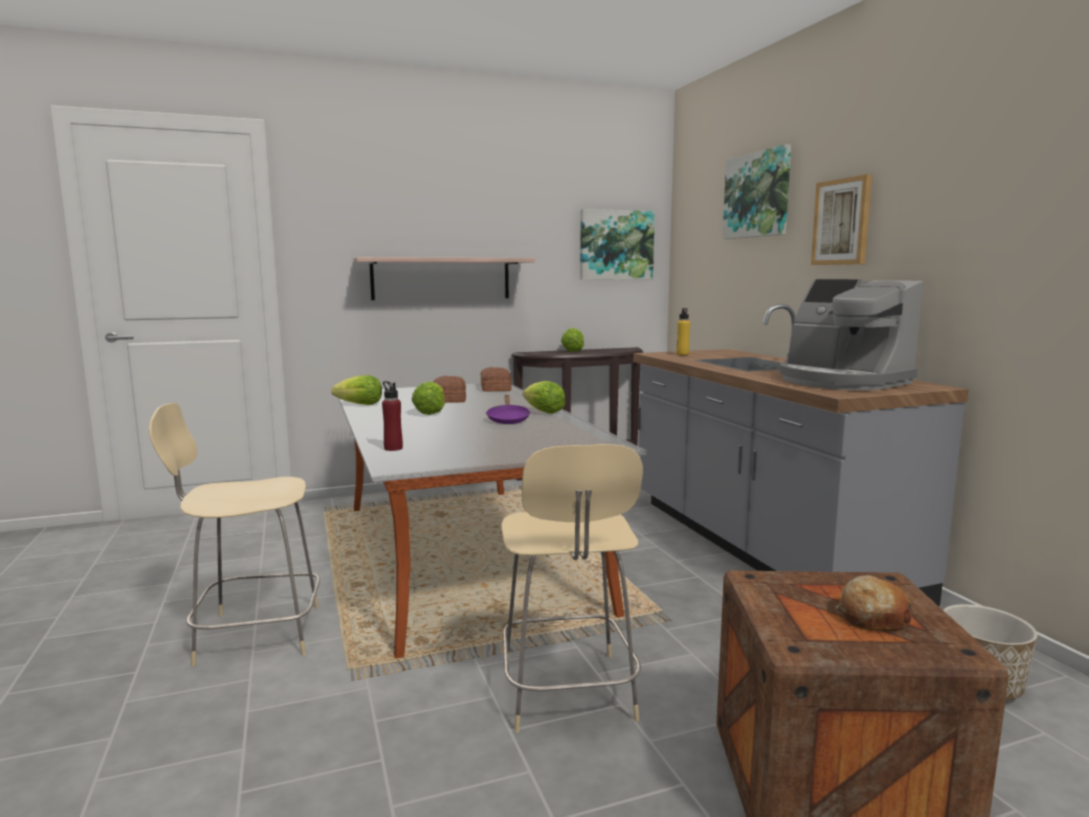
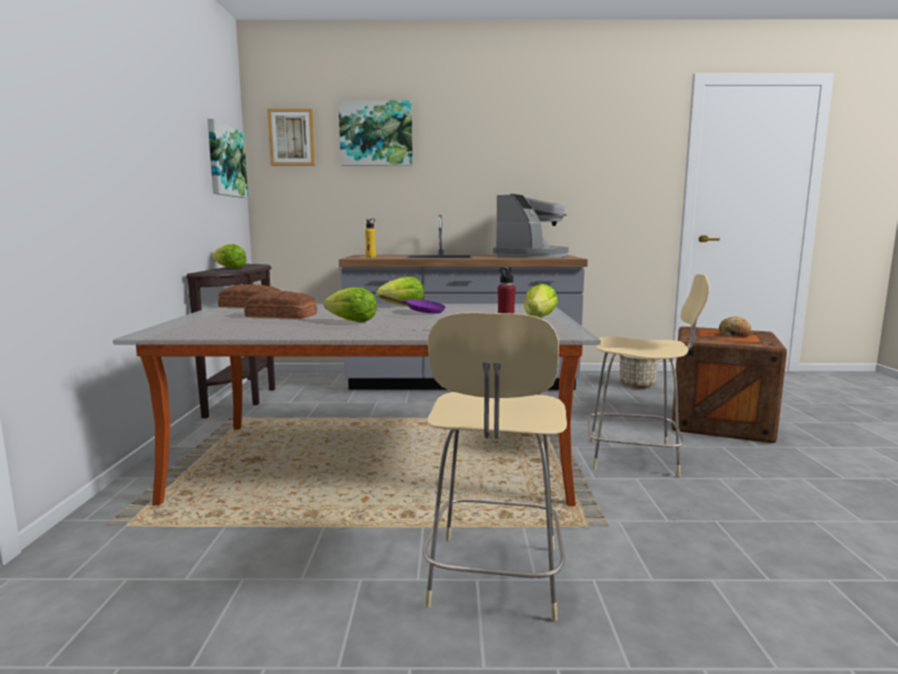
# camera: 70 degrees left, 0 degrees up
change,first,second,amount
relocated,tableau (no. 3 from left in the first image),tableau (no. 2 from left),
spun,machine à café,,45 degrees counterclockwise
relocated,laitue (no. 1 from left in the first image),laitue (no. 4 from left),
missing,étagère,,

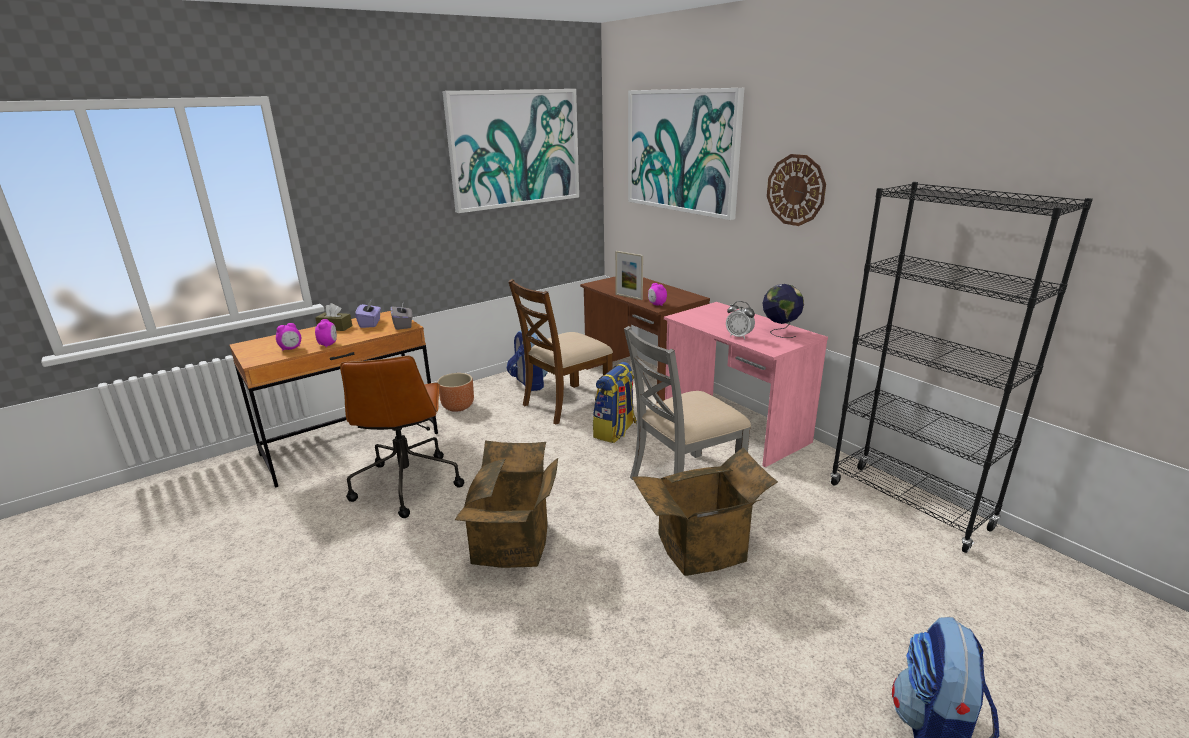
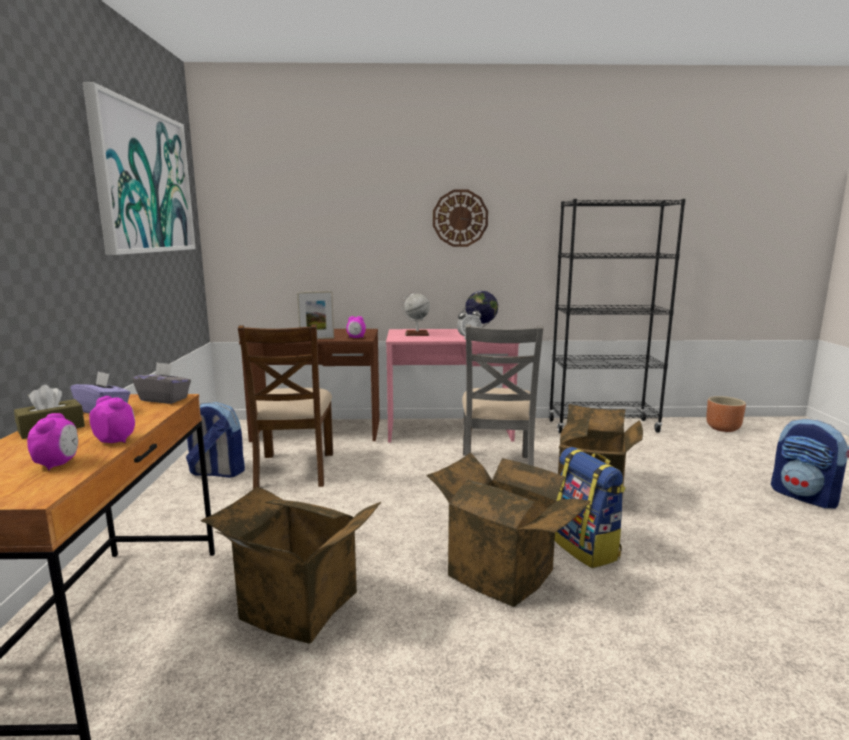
# camera: 55 degrees left, 10 degrees down
change,first,second,amount
exchanged,chaise de bureau (marron),carton (no. 1 from left),
appeared,,globe (no. 1 from left),
relocated,sac à dos (no. 2 from left),,
relocated,cache-pot (marron),,
missing,tableau (no. 2 from left),,

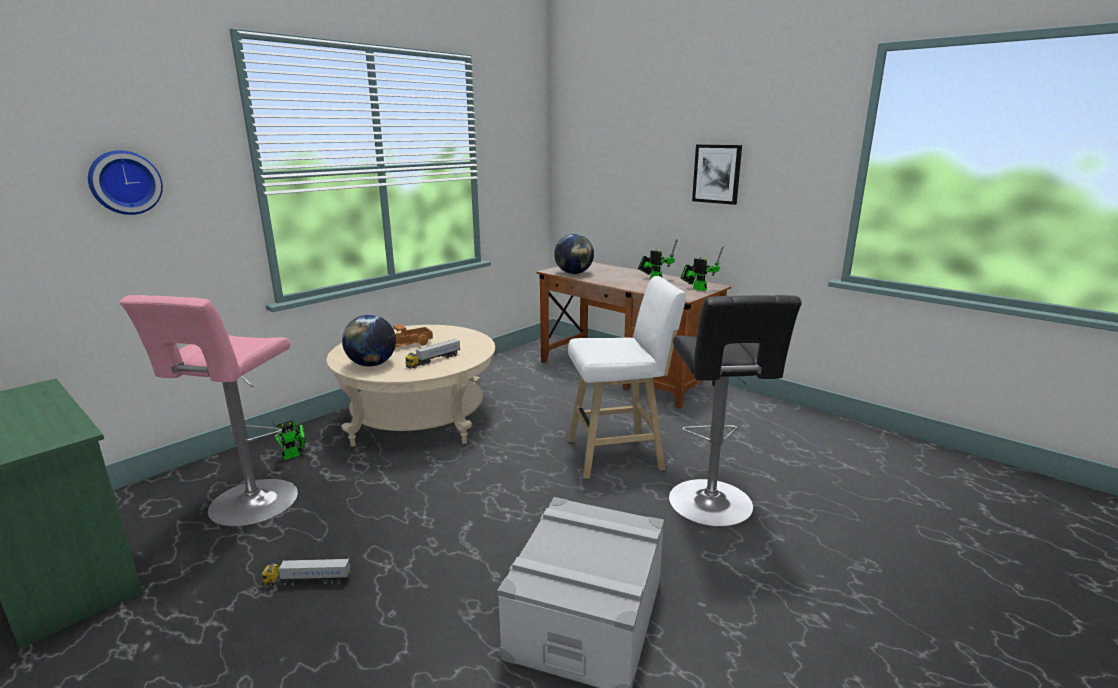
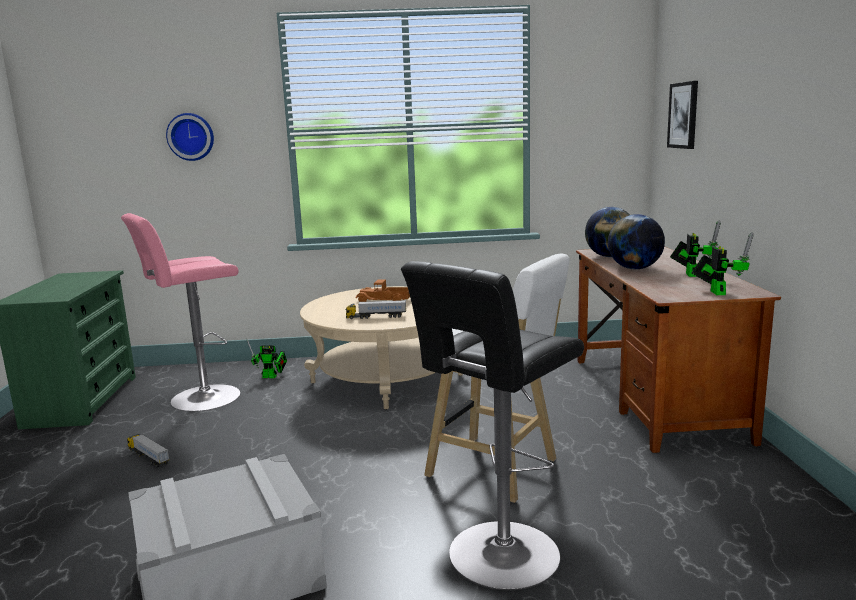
# camera: 45 degrees right, 5 degrees down
change,first,second,amount
relocated,globe (no. 1 from left in the first image),globe (no. 2 from left),
relocated,tableau,,

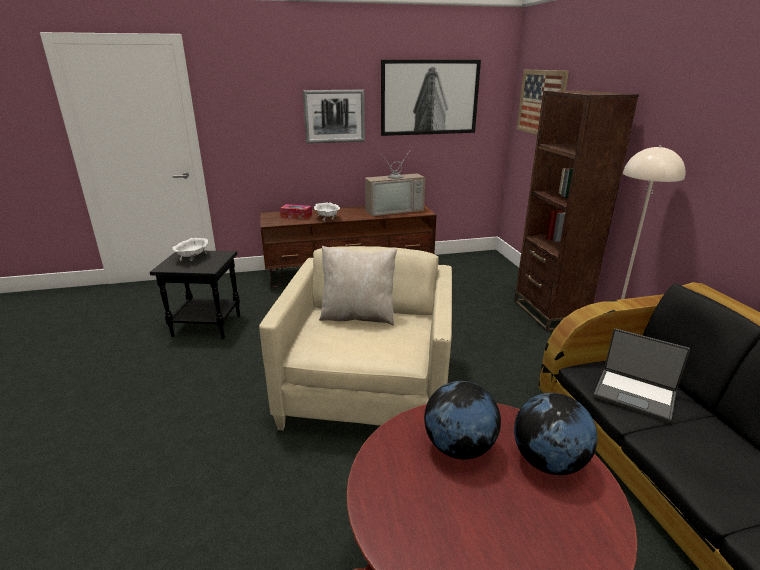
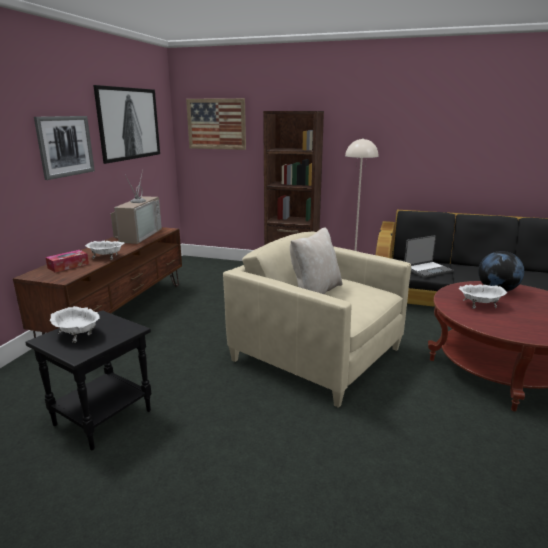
# camera: 60 degrees left, 5 degrees down
change,first,second,amount
exchanged,globe (no. 1 from left),bol (blanc) (no. 3 from left),

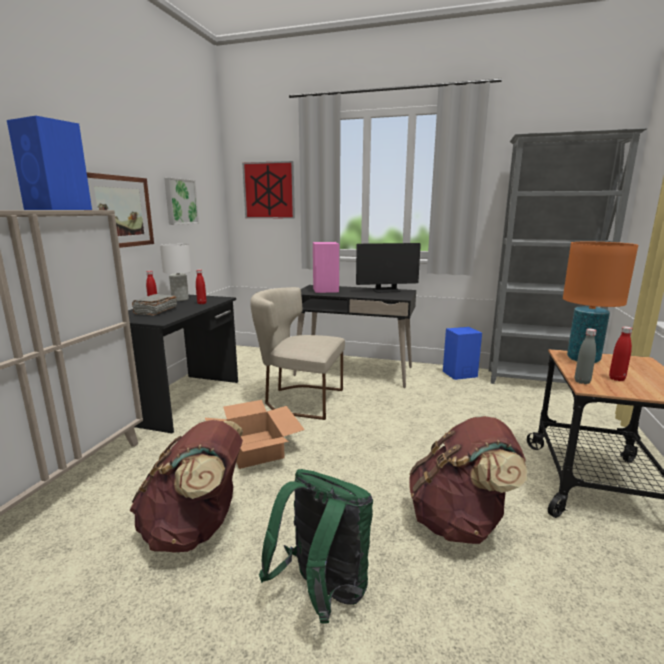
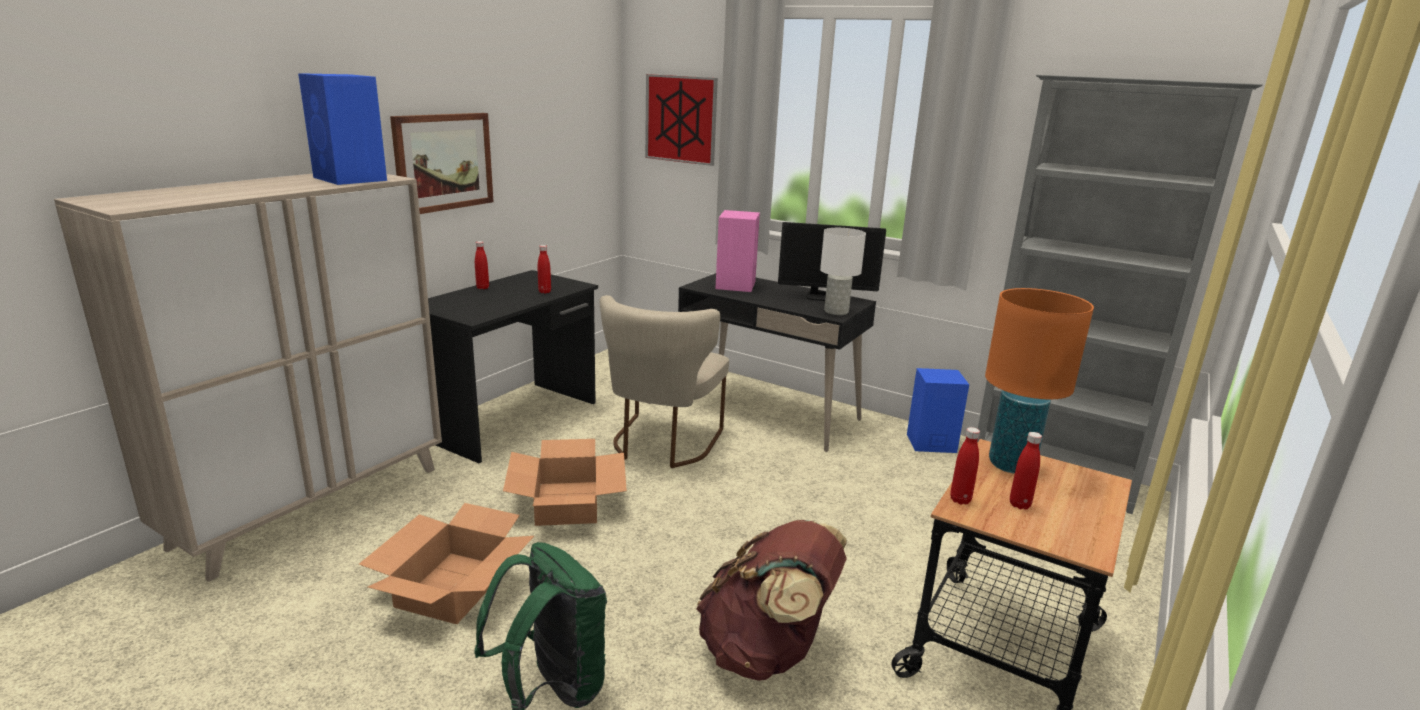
# camera: 15 degrees right, 5 degrees up
change,first,second,amount
exchanged,sac à dos (marron) (no. 1 from left),carton (no. 1 from left),
spun,chaise (beige),,105 degrees counterclockwise
relocated,lampe de table (blanc),,
colour,bouteille (gris),bouteille (rouge) (no. 3 from left),
missing,livre (gris),,
missing,tableau (no. 2 from left),,

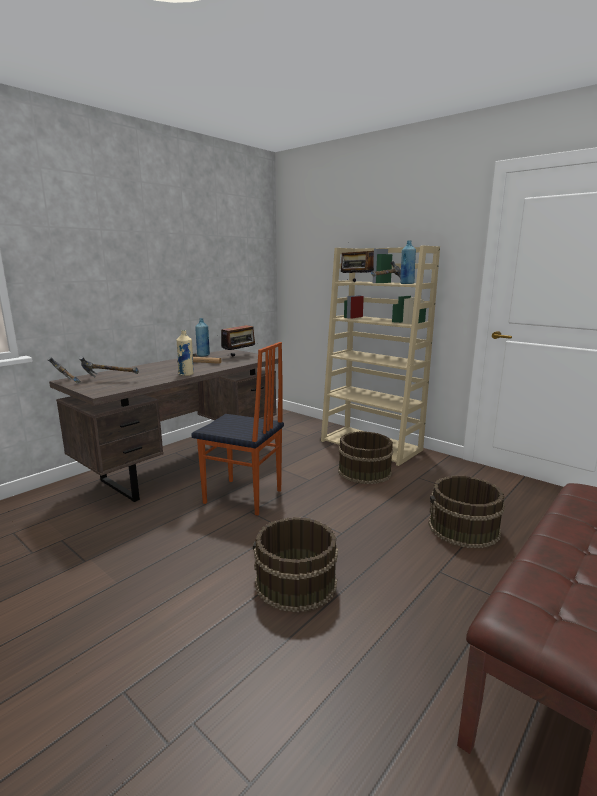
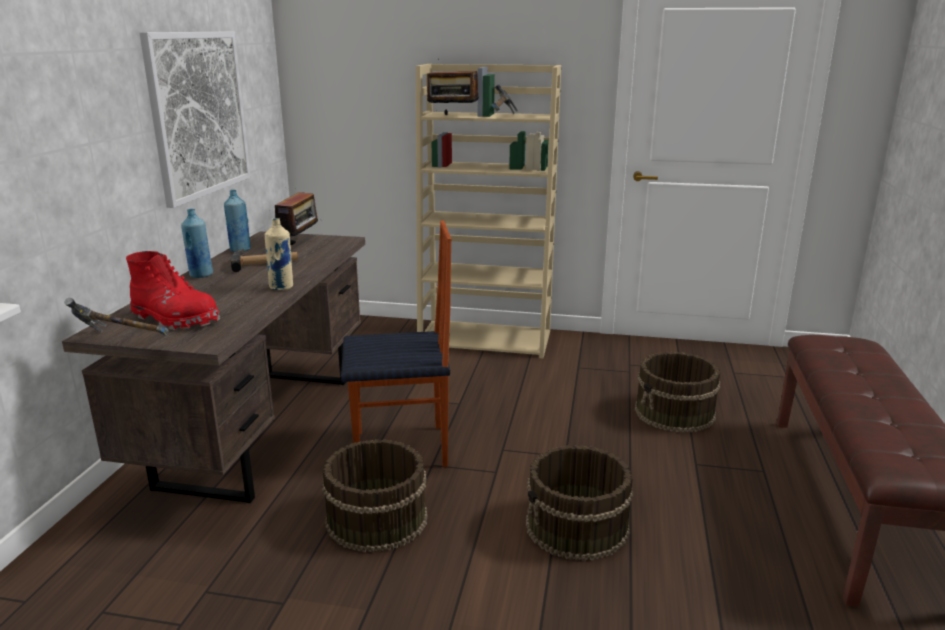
# camera: 30 degrees left, 5 degrees up
change,first,second,amount
exchanged,marteau (no. 2 from left),botte (rouge),
appeared,,tableau,
relocated,bouteille (bleu) (no. 2 from left in the first image),bouteille (bleu) (no. 1 from left),
relocated,seau (marron) (no. 2 from left in the first image),seau (marron) (no. 1 from left),

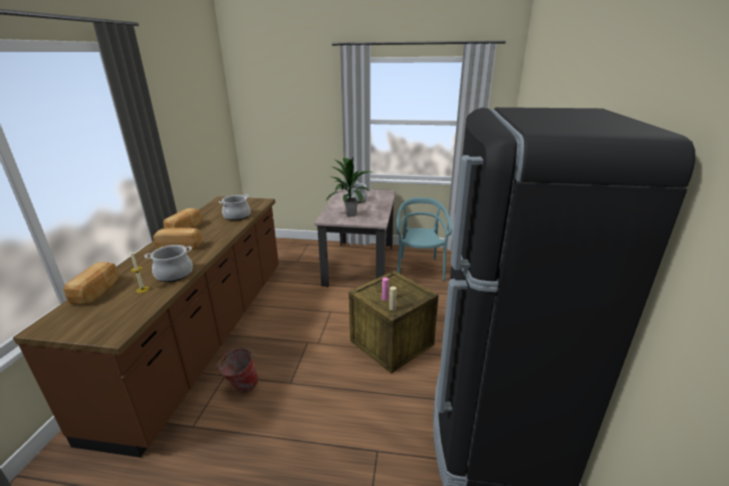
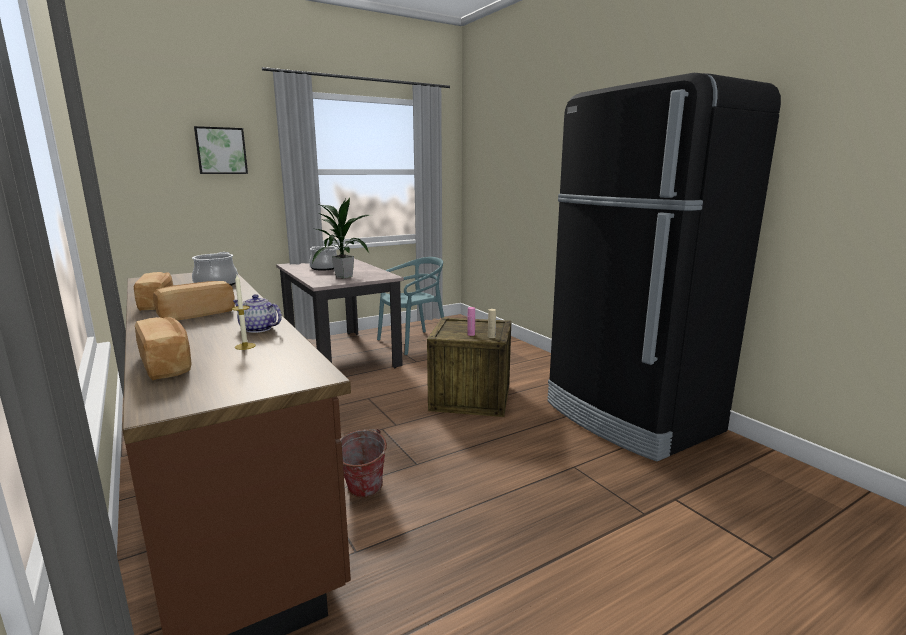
# camera: 40 degrees left, 10 degrees down
change,first,second,amount
appeared,,tableau,
exchanged,marmite (no. 1 from left),théière,
spun,chaise (turquoise),,90 degrees clockwise

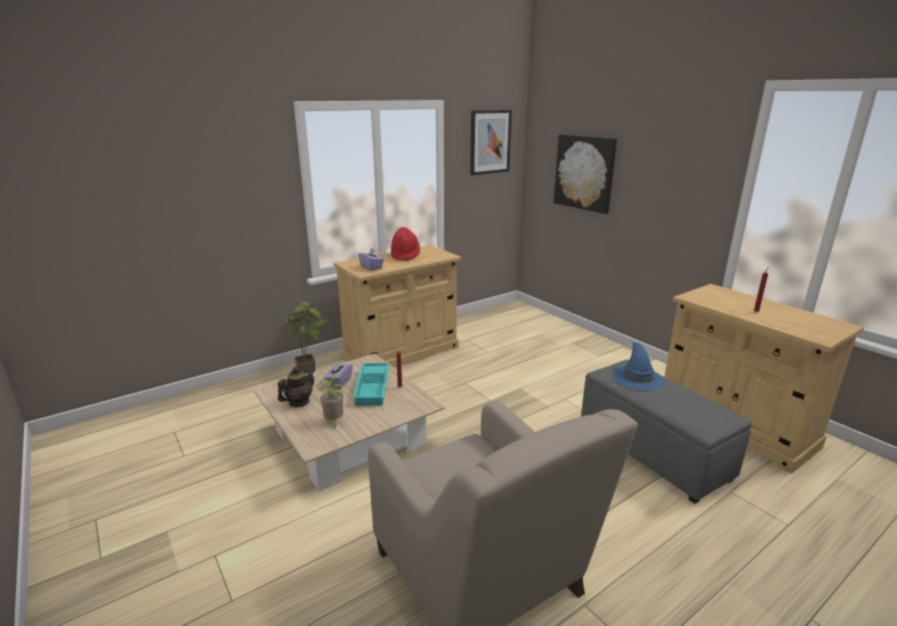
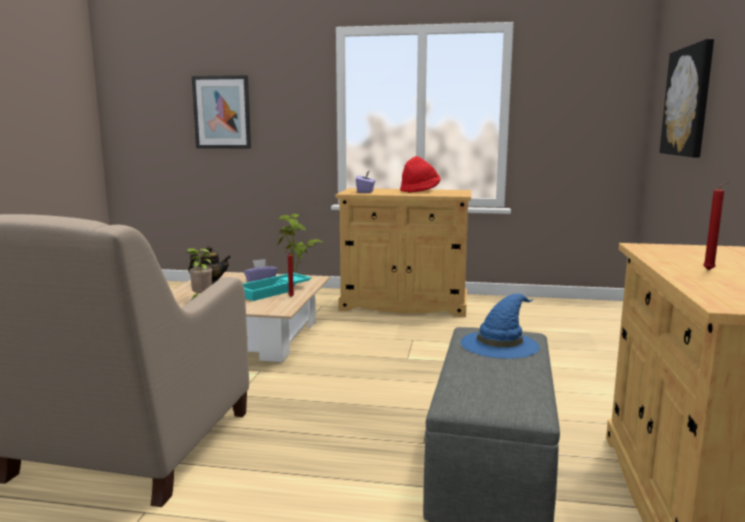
# camera: 45 degrees right, 10 degrees down
change,first,second,amount
relocated,tableau (no. 1 from left),,

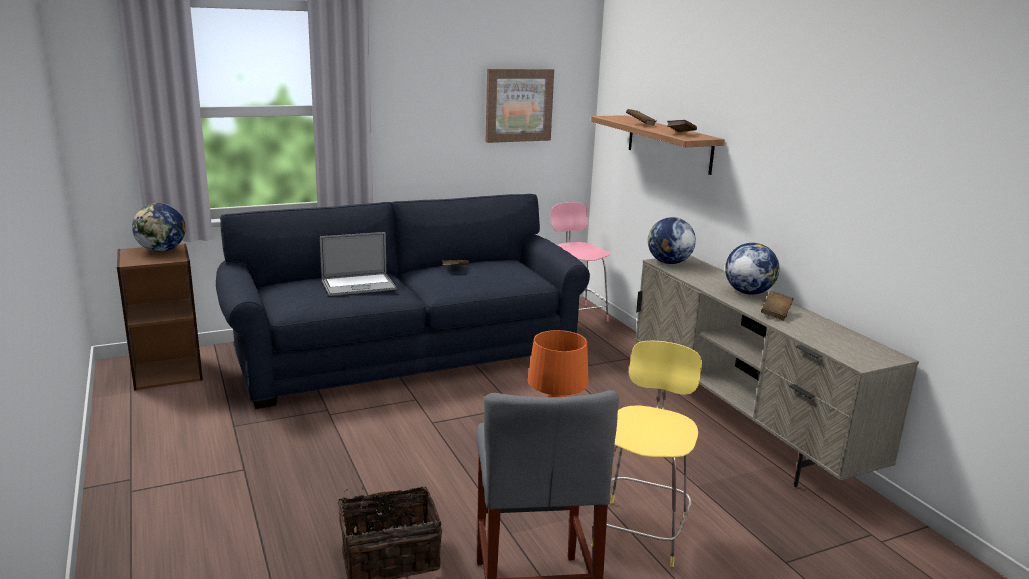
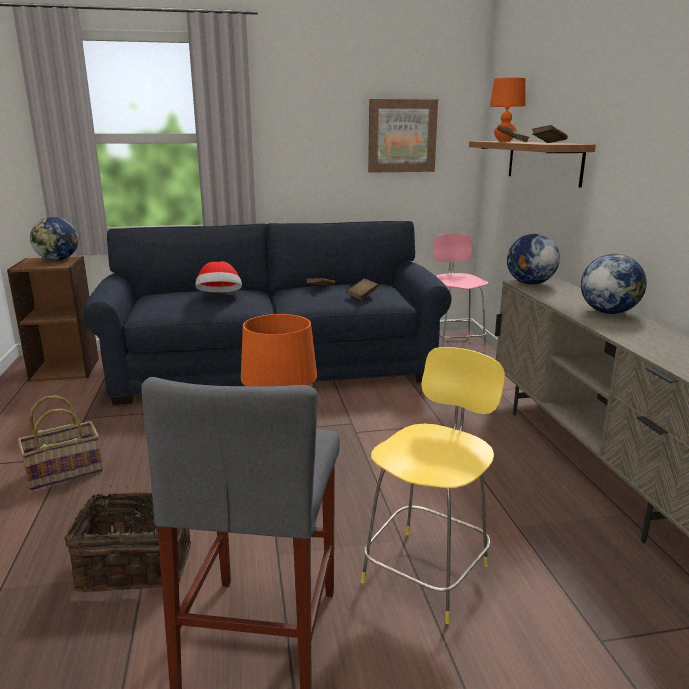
# camera: 15 degrees right, 0 degrees up
change,first,second,amount
appeared,,panier (no. 1 from left),
exchanged,ordinateur portable,chapeau,
relocated,livre (marron) (no. 4 from left in the first image),livre (marron) (no. 2 from left),
appeared,,lampe de table (orange) (no. 2 from left),

